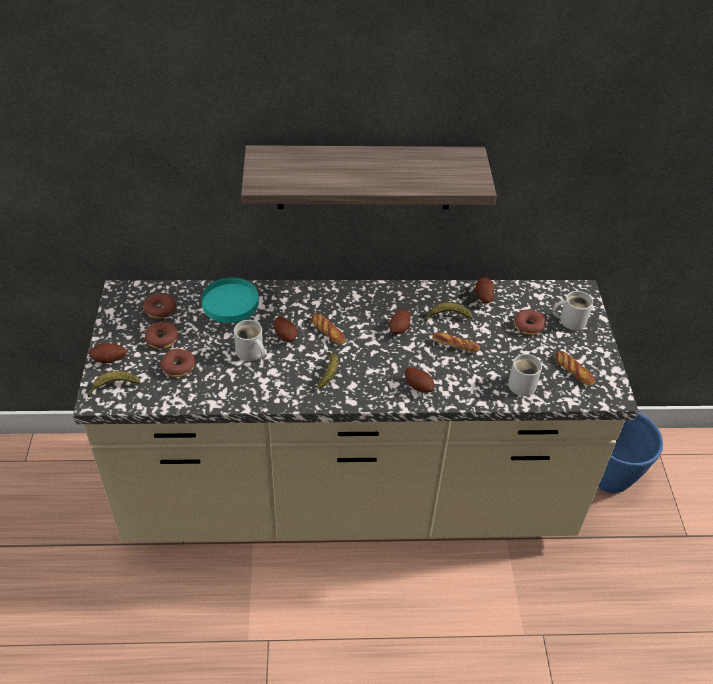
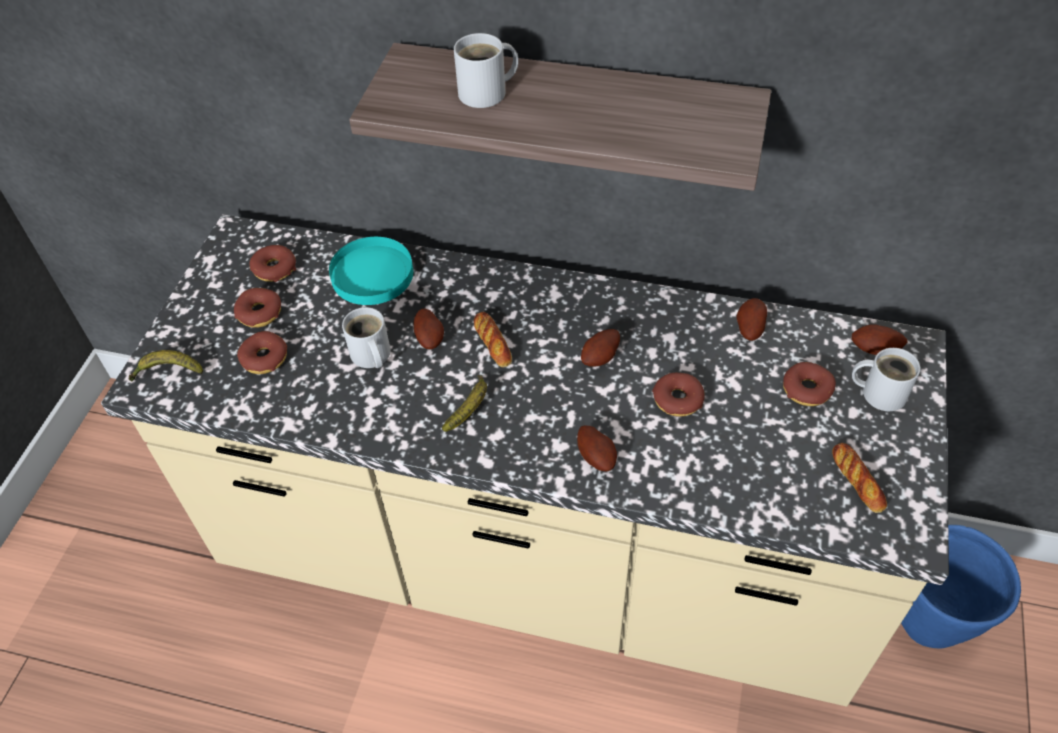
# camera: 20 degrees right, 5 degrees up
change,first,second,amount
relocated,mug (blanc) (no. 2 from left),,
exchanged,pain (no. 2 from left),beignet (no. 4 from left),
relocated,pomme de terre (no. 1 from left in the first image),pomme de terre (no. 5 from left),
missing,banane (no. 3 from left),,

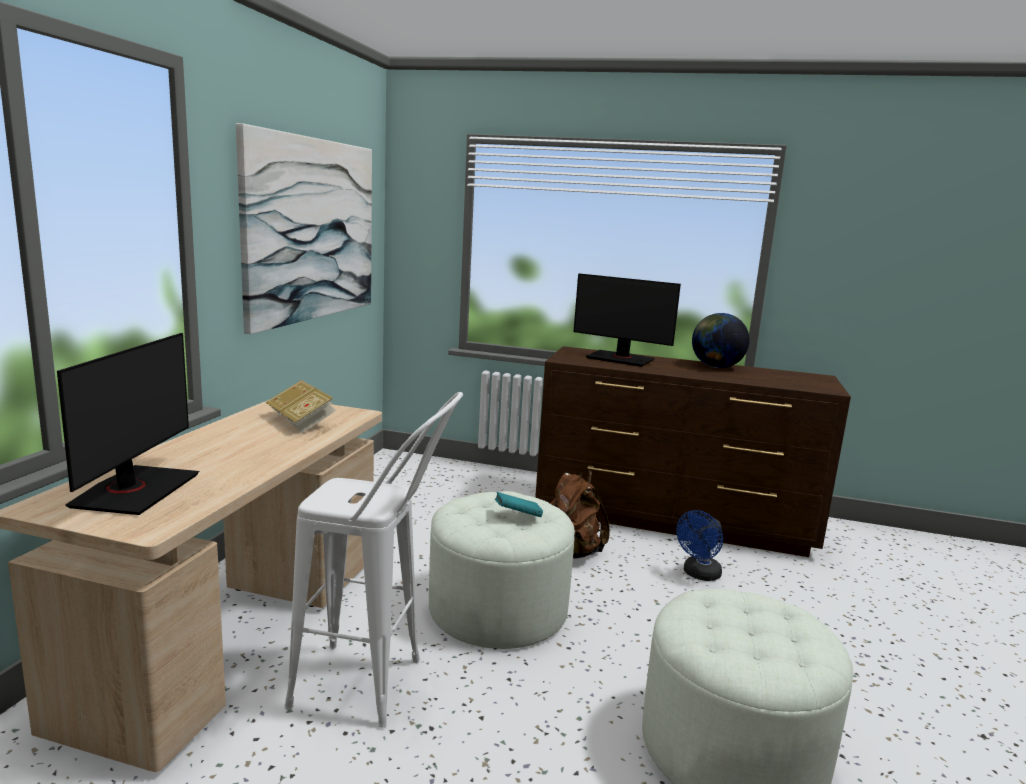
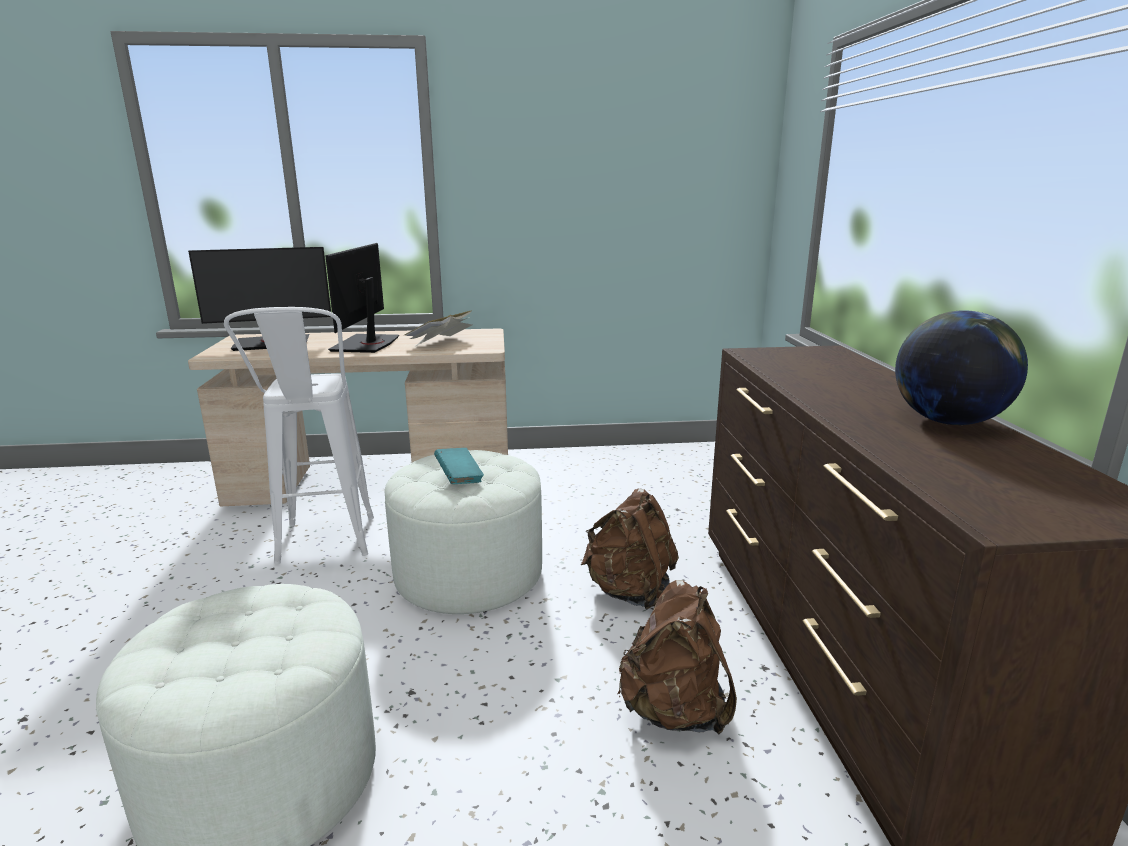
# camera: 70 degrees right, 5 degrees up
change,first,second,amount
relocated,écran d'ordinateur (no. 2 from left),,
exchanged,ventilateur (bleu),sac à dos (marron) (no. 2 from left),
missing,tableau,,

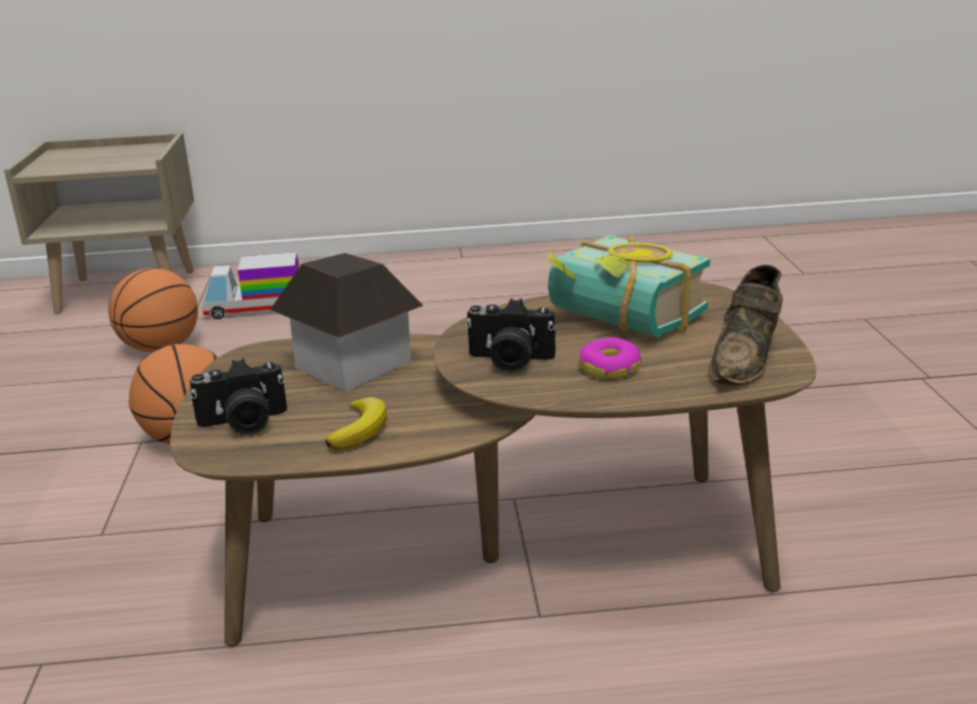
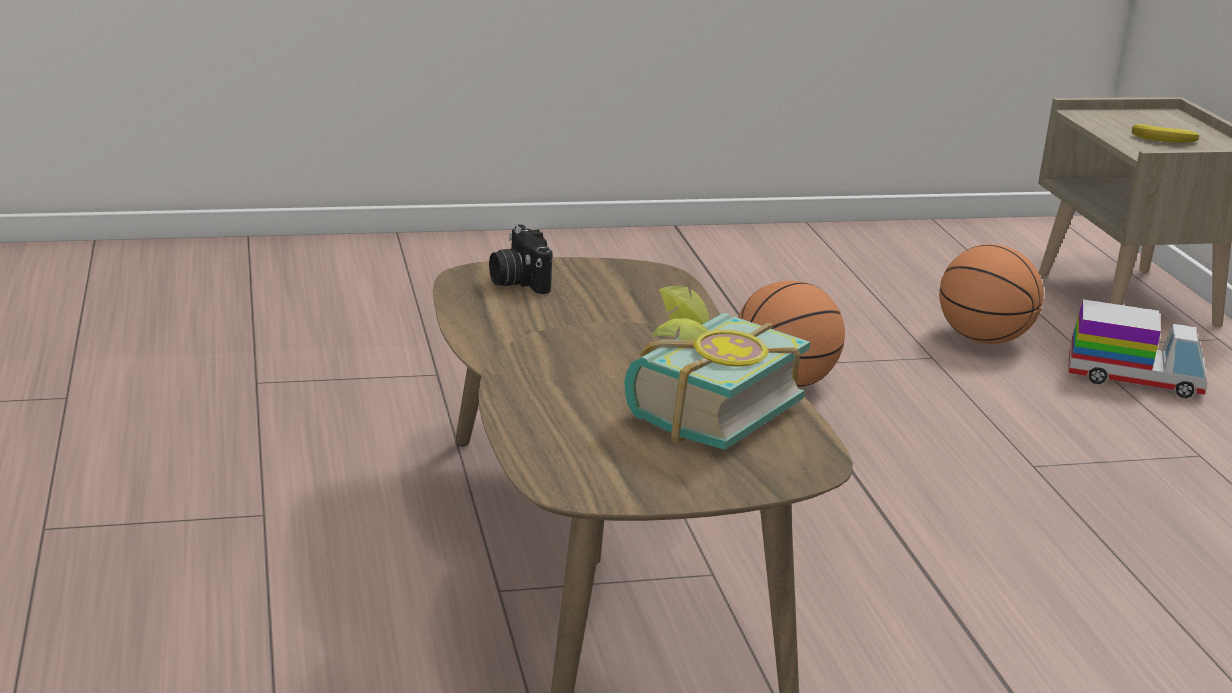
# camera: 80 degrees right, 0 degrees up
change,first,second,amount
spun,camion jouet,,120 degrees clockwise
relocated,banane,,
missing,maison miniature,,
missing,appareil photo (no. 2 from left),,
missing,beignet,,
missing,chaussure (marron),,

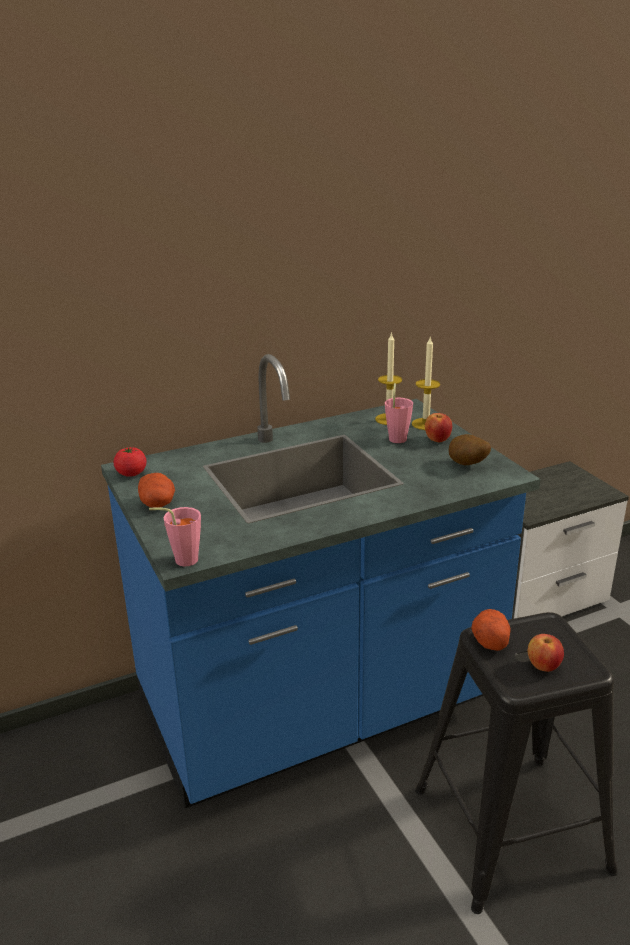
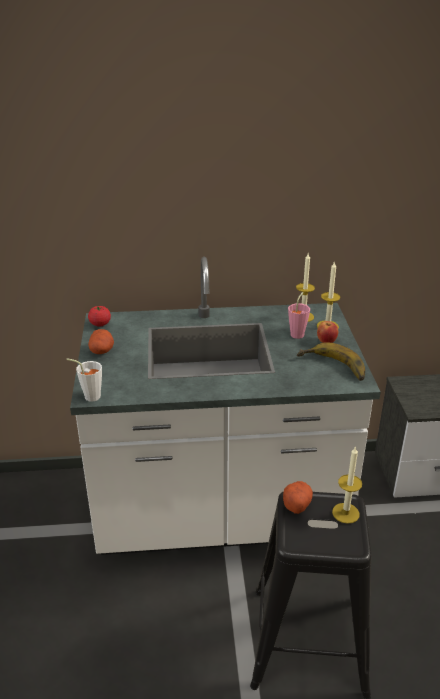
# camera: 20 degrees right, 5 degrees up
change,first,second,amount
colour,tasse (rose) (no. 1 from left),tasse (blanc),
colour,comptoir de cuisine (bleu),comptoir de cuisine (blanc),
exchanged,pomme de terre (no. 2 from left),banane,
appeared,,bougie (no. 3 from left),
missing,pomme (no. 2 from left),,

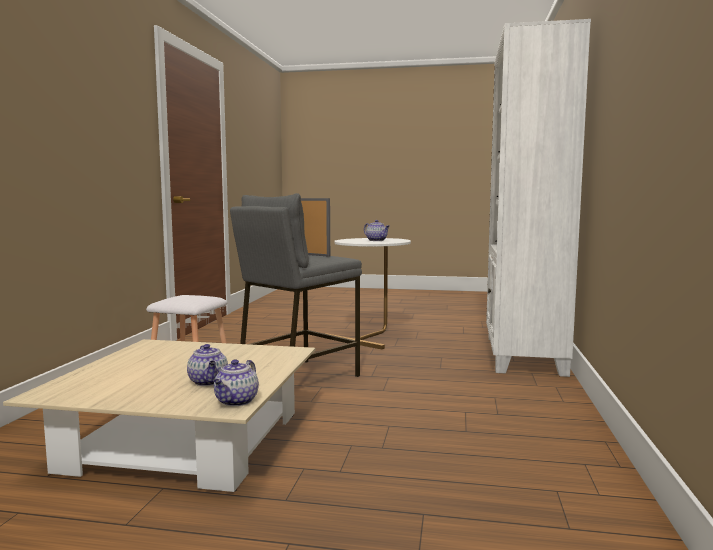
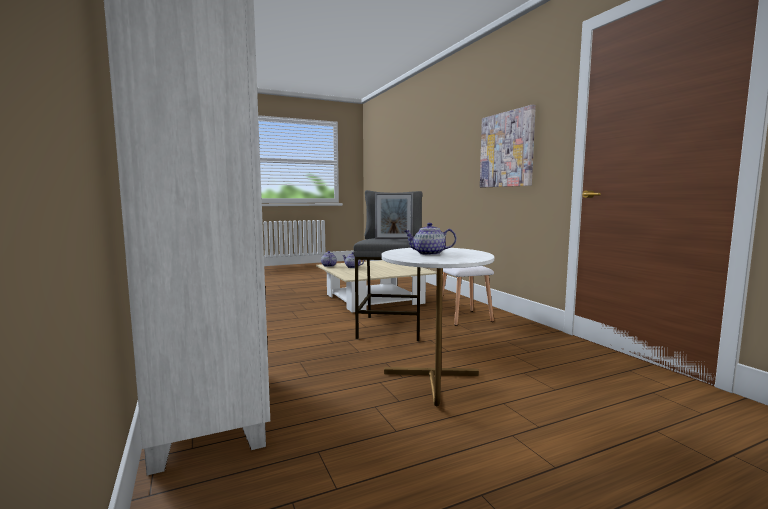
# camera: 145 degrees right, 0 degrees up
change,first,second,amount
appeared,,tableau,

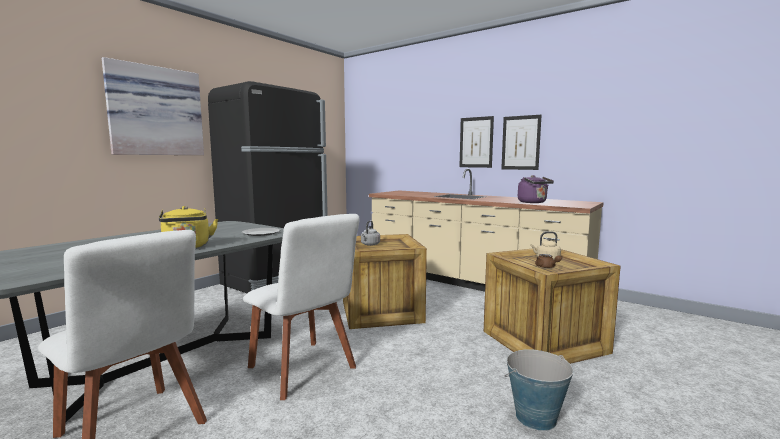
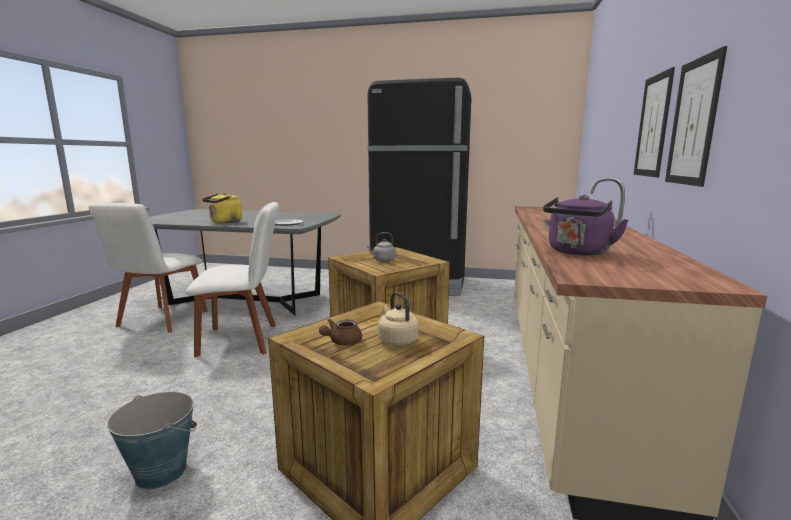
# camera: 65 degrees right, 5 degrees up
change,first,second,amount
spun,chaise (blanc) (no. 2 from left),,120 degrees counterclockwise
missing,tableau (no. 1 from left),,

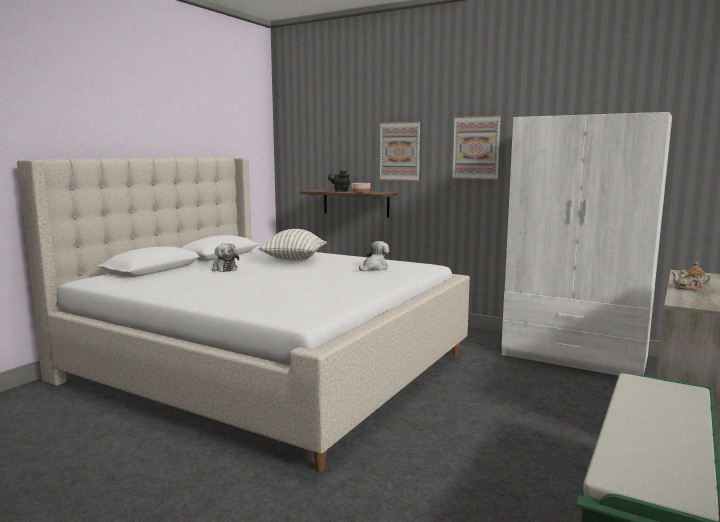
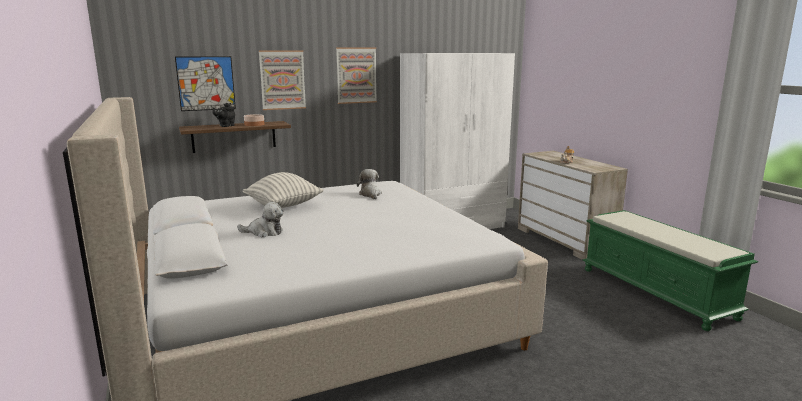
# camera: 55 degrees left, 5 degrees up
change,first,second,amount
appeared,,tableau (no. 1 from left),

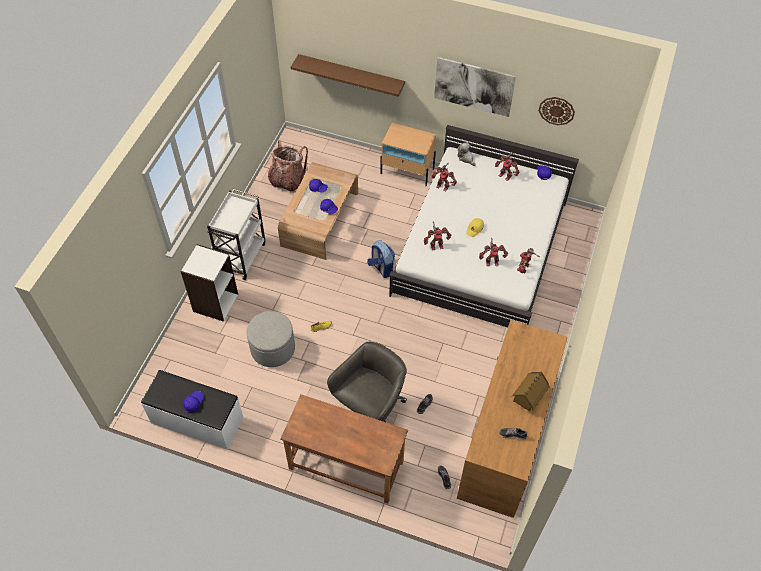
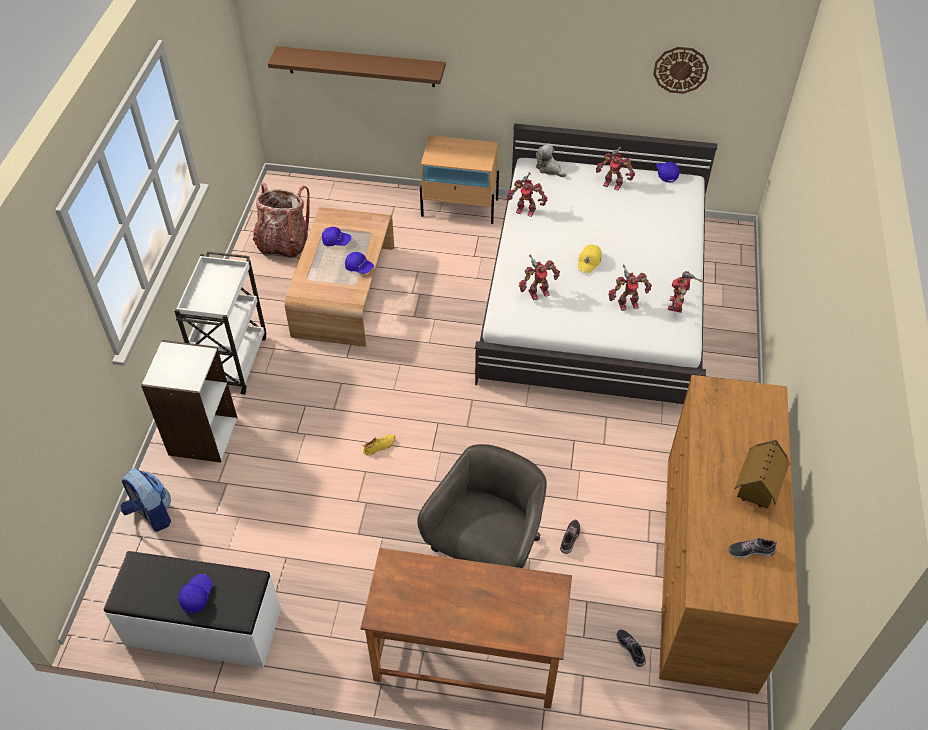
# camera: 10 degrees left, 5 degrees down
change,first,second,amount
relocated,sac à dos (no. 2 from left in the first image),sac à dos (no. 1 from left),
missing,pouf (gris),,
missing,tableau,,

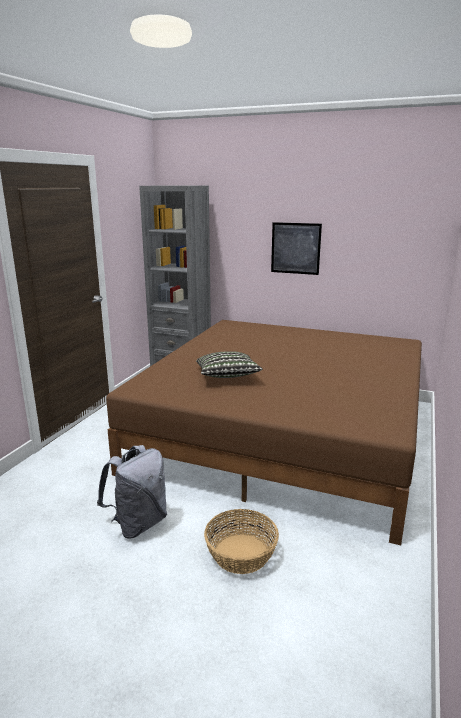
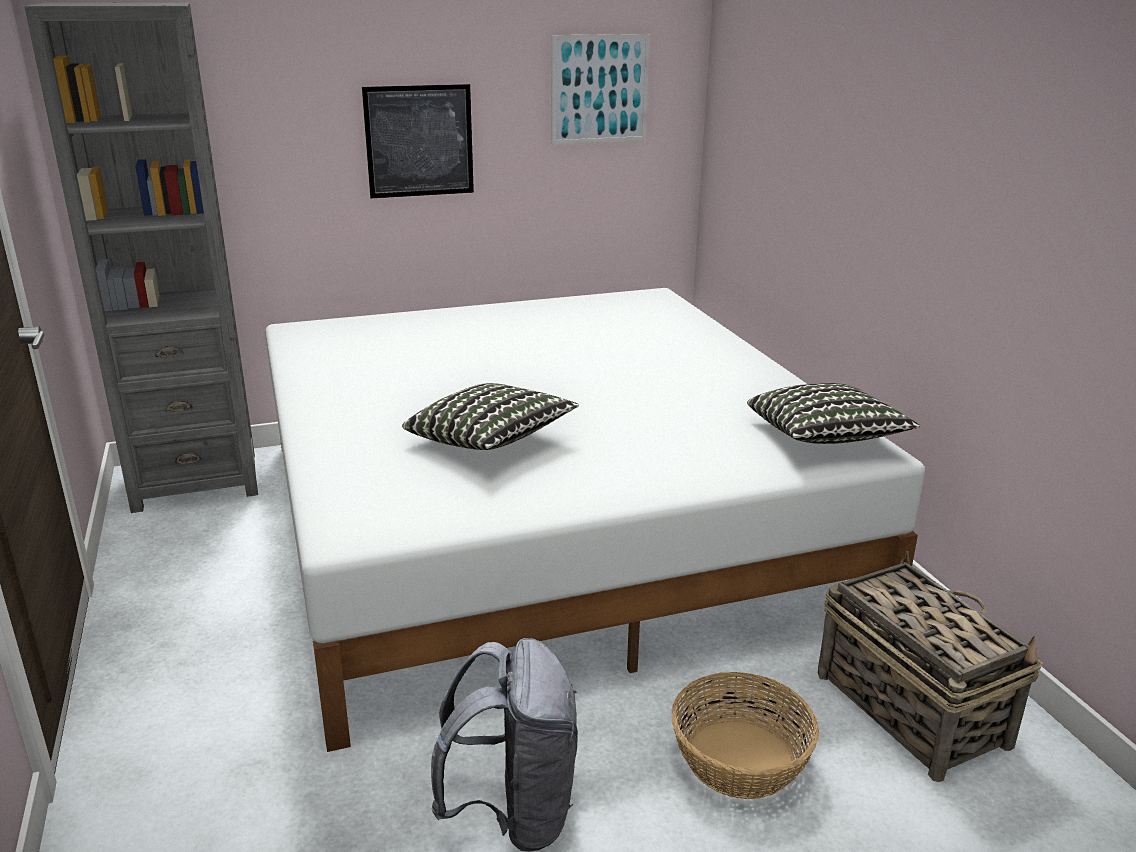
# camera: 40 degrees left, 5 degrees up
change,first,second,amount
colour,lit (marron),lit (blanc),
appeared,,tableau (no. 2 from left),
appeared,,coussin (no. 2 from left),
appeared,,panier (no. 2 from left),

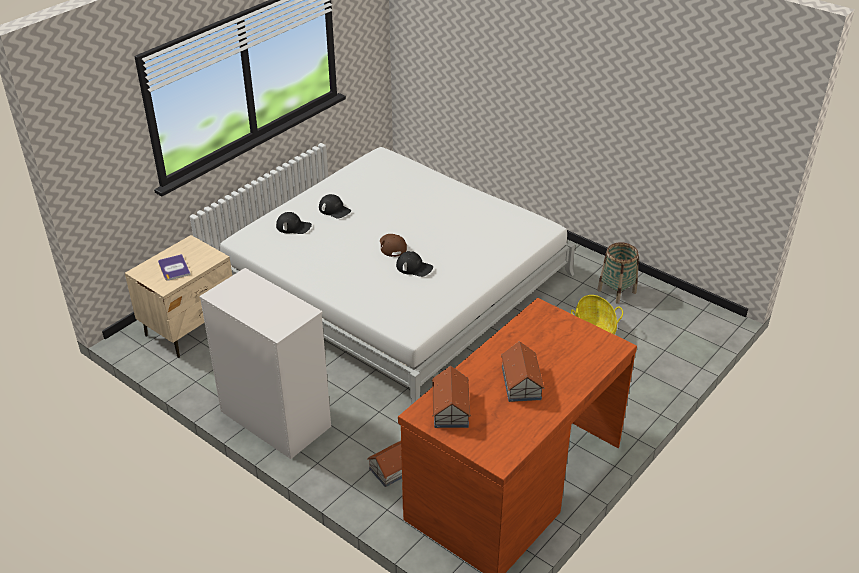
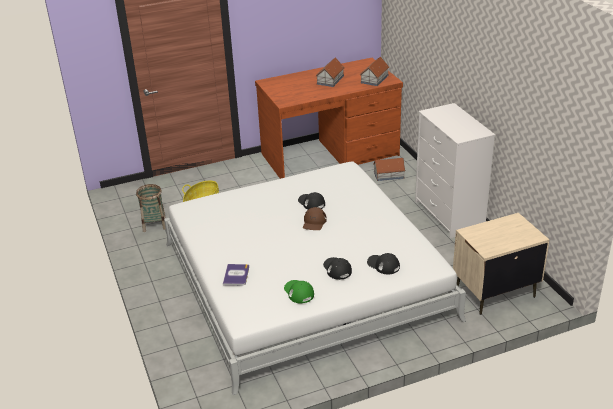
# camera: 150 degrees left, 5 degrees down
change,first,second,amount
relocated,livre,,
appeared,,casquette (vert),

